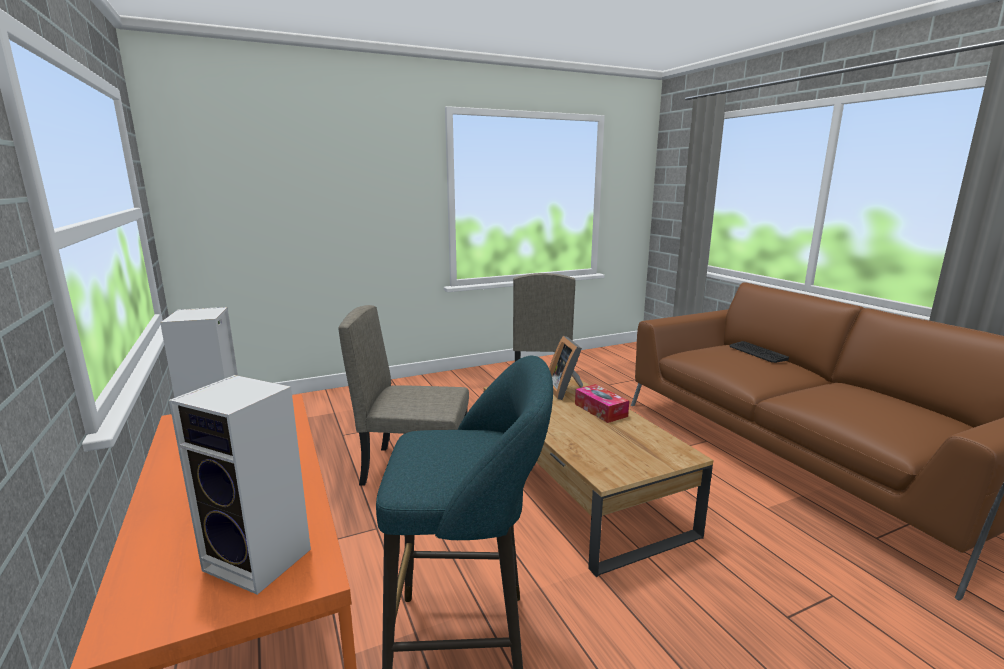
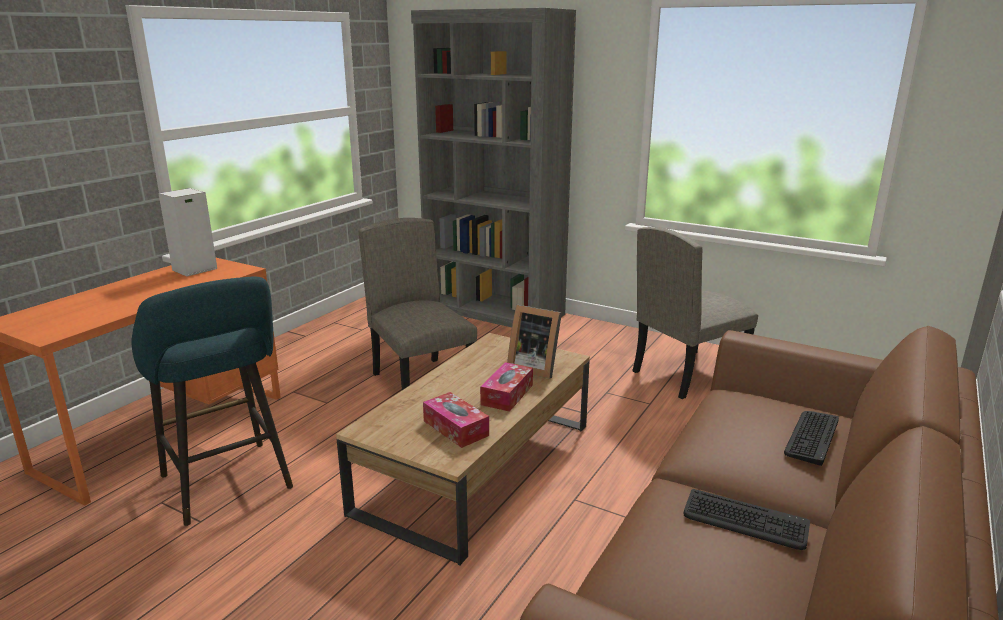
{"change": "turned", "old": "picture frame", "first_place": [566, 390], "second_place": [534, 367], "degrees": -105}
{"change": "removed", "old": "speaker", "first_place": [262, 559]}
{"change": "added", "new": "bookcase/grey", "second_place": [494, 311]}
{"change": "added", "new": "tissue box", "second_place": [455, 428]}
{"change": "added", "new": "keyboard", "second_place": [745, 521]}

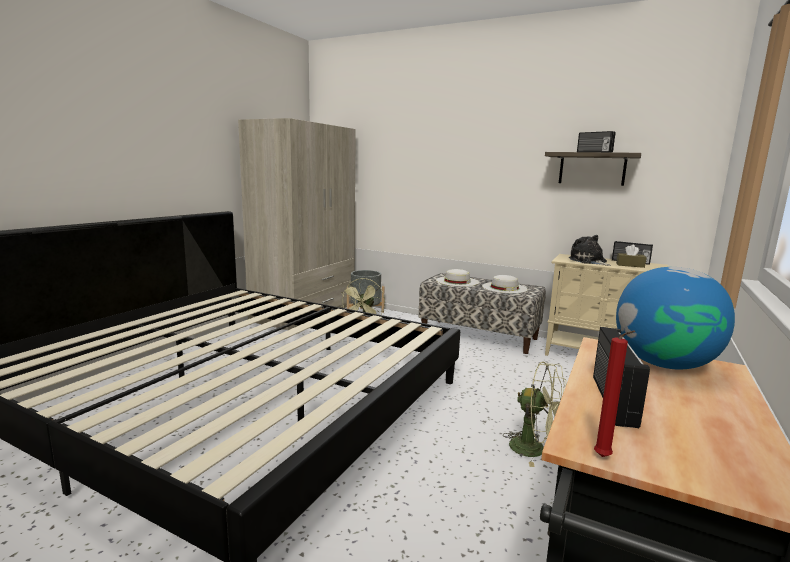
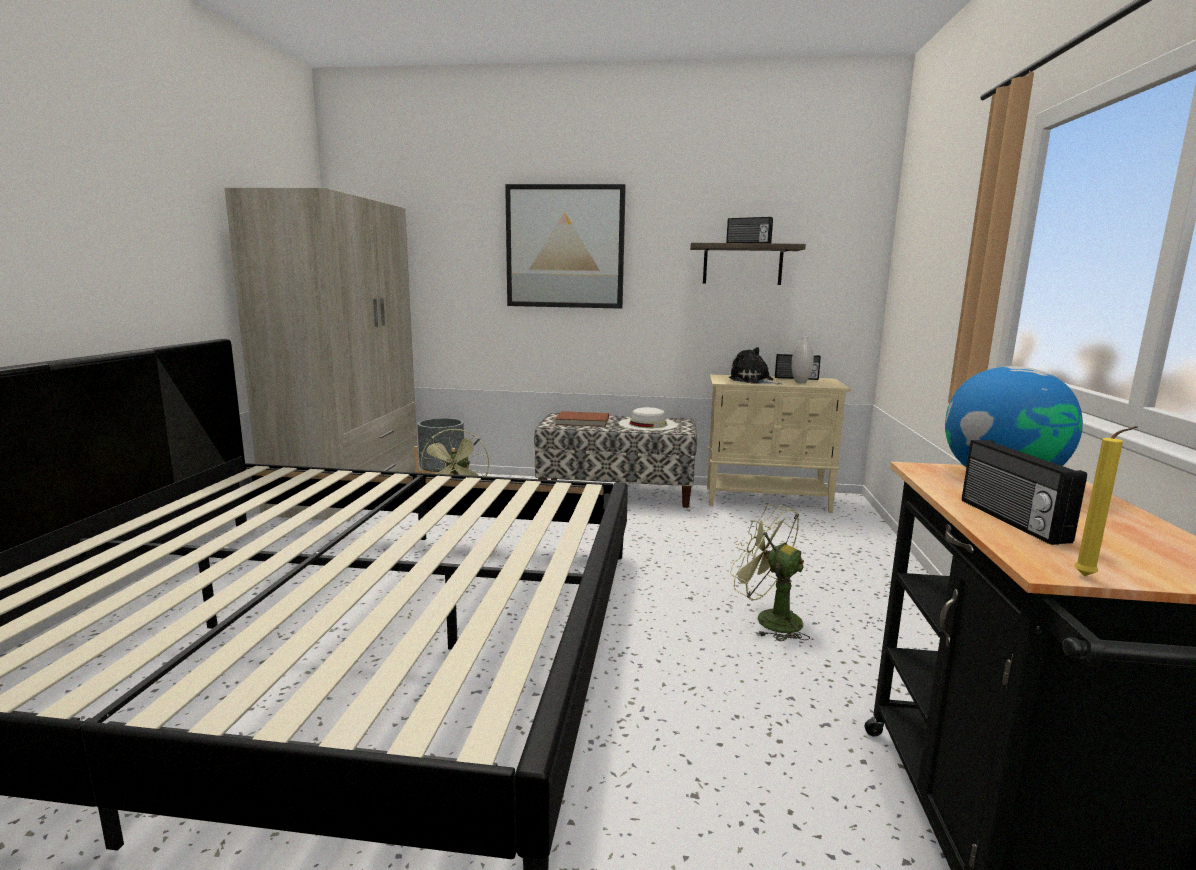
{"change": "replaced", "old": "tissue box/brown", "new": "vase/white", "first_place": [630, 265], "second_place": [800, 382]}
{"change": "replaced", "old": "hat/white", "new": "book/brown", "first_place": [457, 281], "second_place": [582, 421]}
{"change": "recoloured", "old": "candle/red", "new": "candle/yellow", "first_place": [604, 458], "second_place": [1088, 577]}
{"change": "turned", "old": "fan/green", "first_place": [535, 449], "second_place": [768, 619], "degrees": -150}
{"change": "added", "new": "picture", "second_place": [565, 247]}

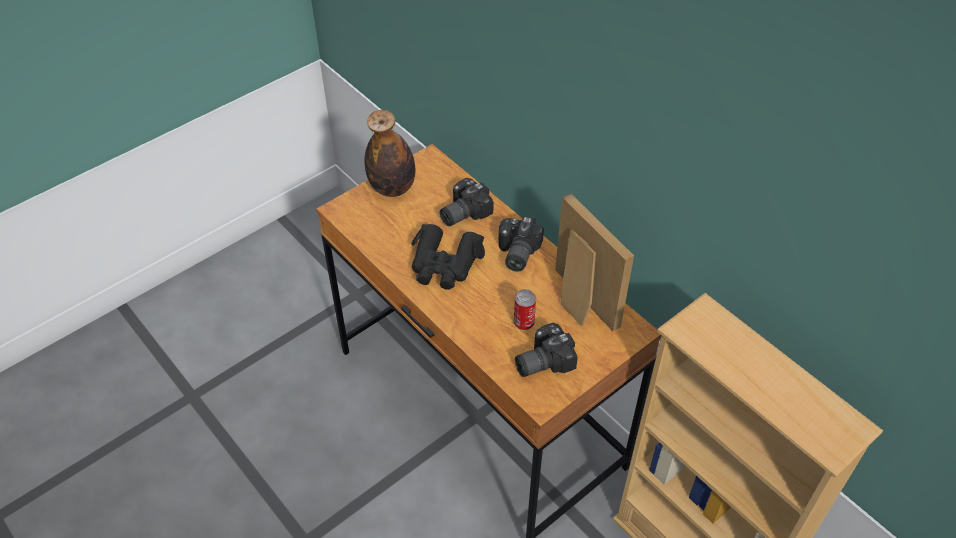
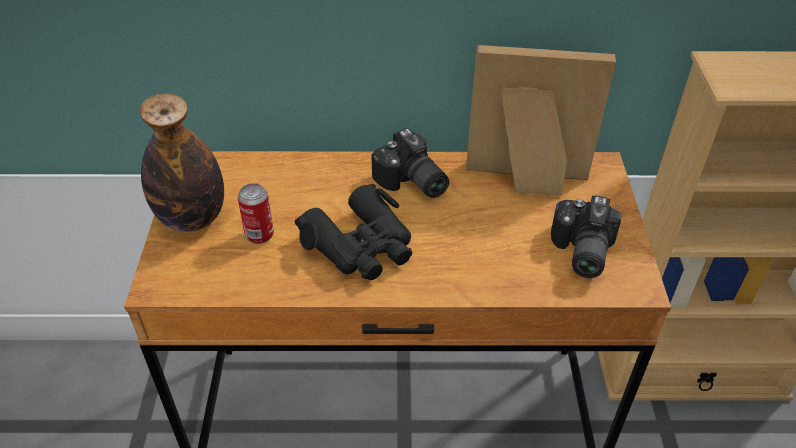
{"change": "removed", "old": "photo camera", "first_place": [462, 212]}
{"change": "moved", "old": "can", "first_place": [523, 323], "second_place": [259, 235]}

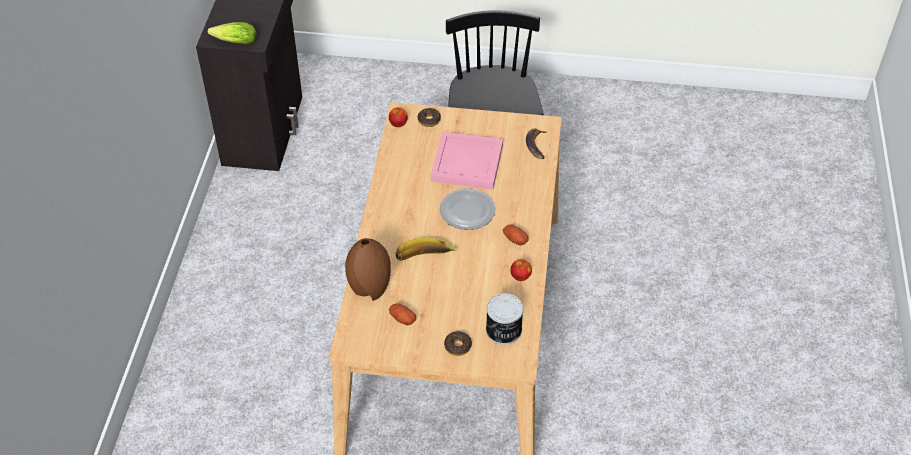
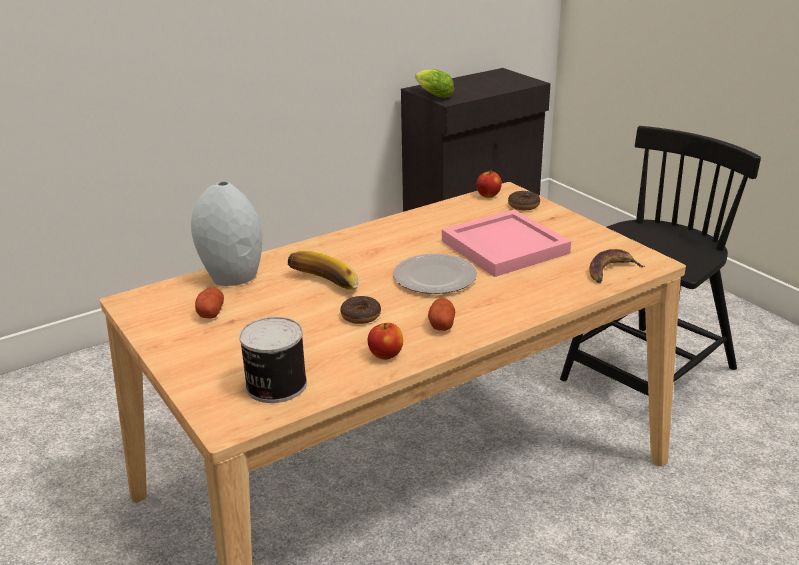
{"change": "recoloured", "old": "vase/brown", "new": "vase/grey", "first_place": [370, 288], "second_place": [233, 276]}
{"change": "moved", "old": "donut", "first_place": [457, 346], "second_place": [361, 315]}

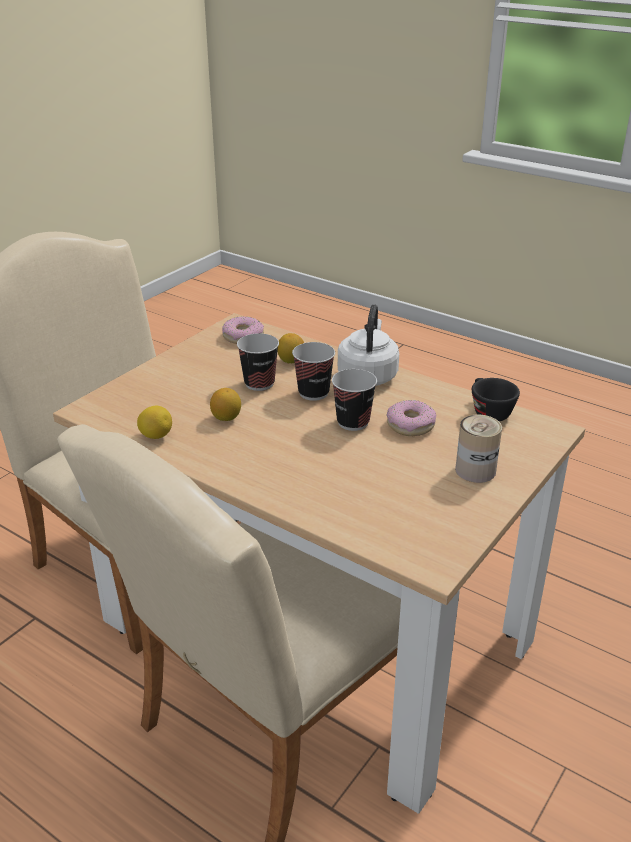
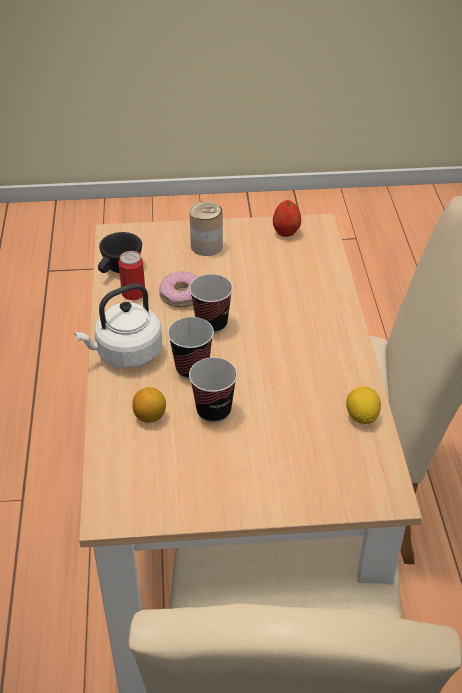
{"change": "removed", "old": "donut", "first_place": [243, 336]}
{"change": "removed", "old": "lemon", "first_place": [226, 418]}
{"change": "added", "new": "apple", "second_place": [286, 232]}
{"change": "added", "new": "can", "second_place": [133, 293]}

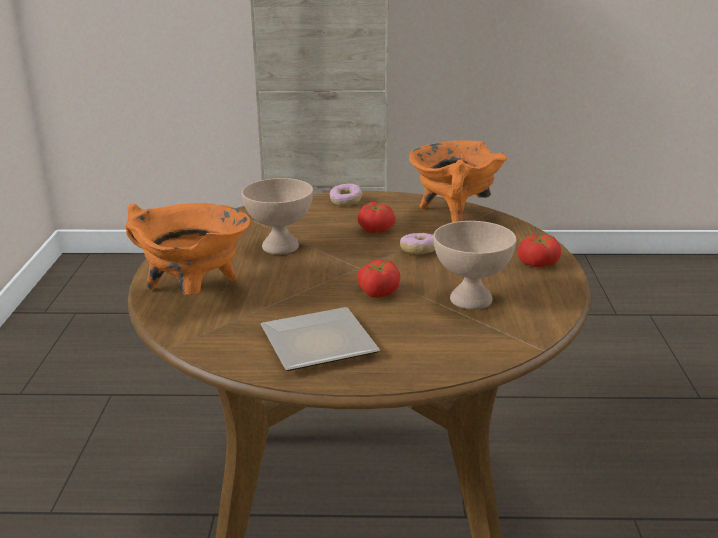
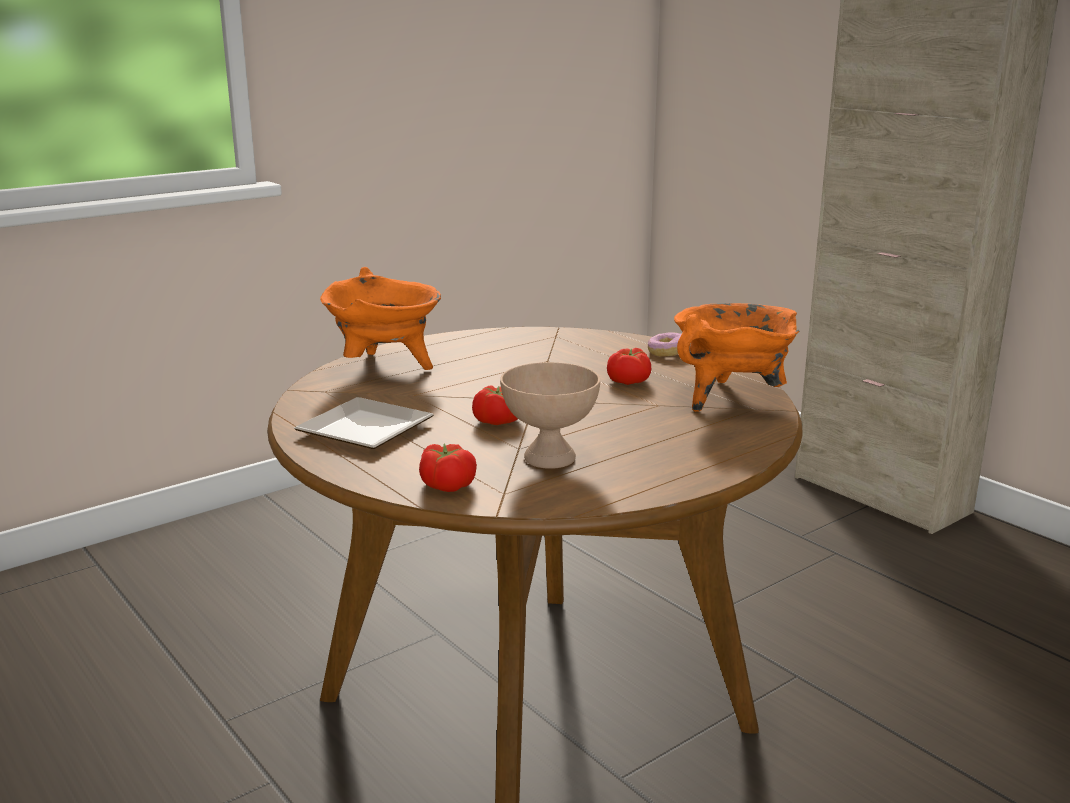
{"change": "removed", "old": "bowl/beige", "first_place": [279, 246]}
{"change": "removed", "old": "donut", "first_place": [419, 251]}
{"change": "moved", "old": "tomato", "first_place": [537, 263], "second_place": [448, 485]}

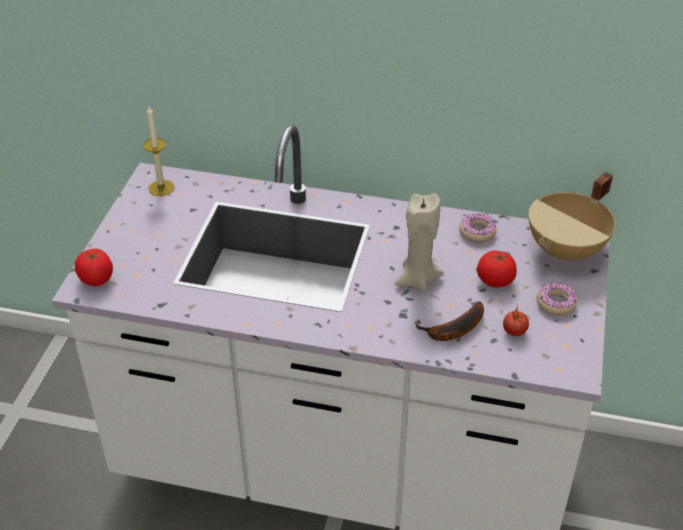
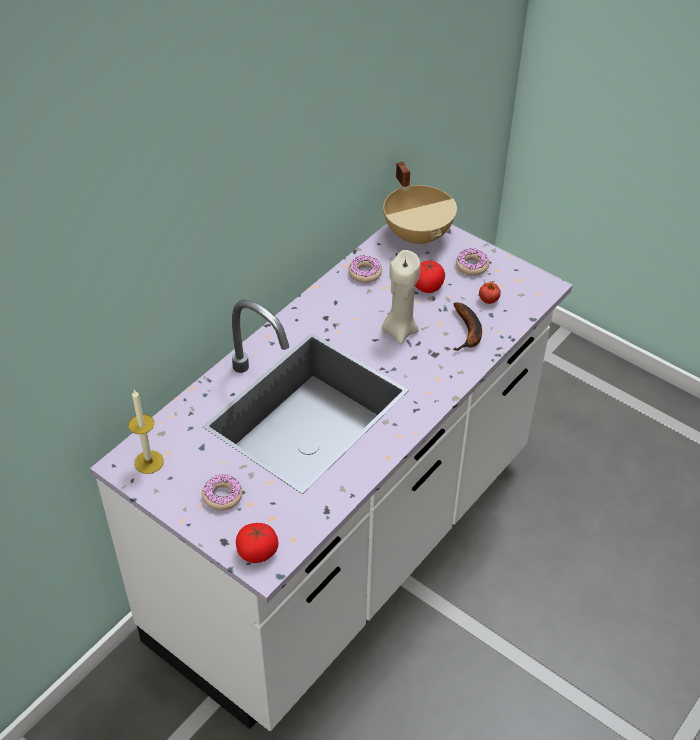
{"change": "added", "new": "donut", "second_place": [222, 496]}

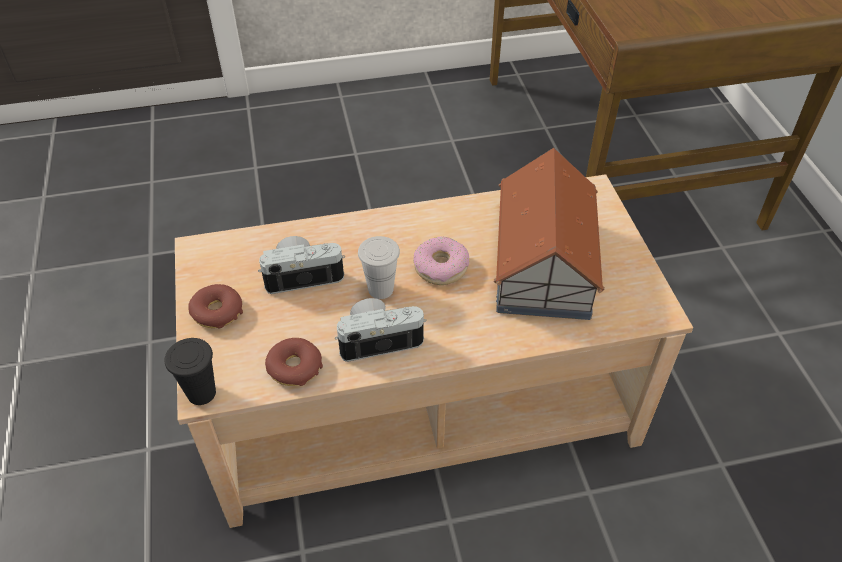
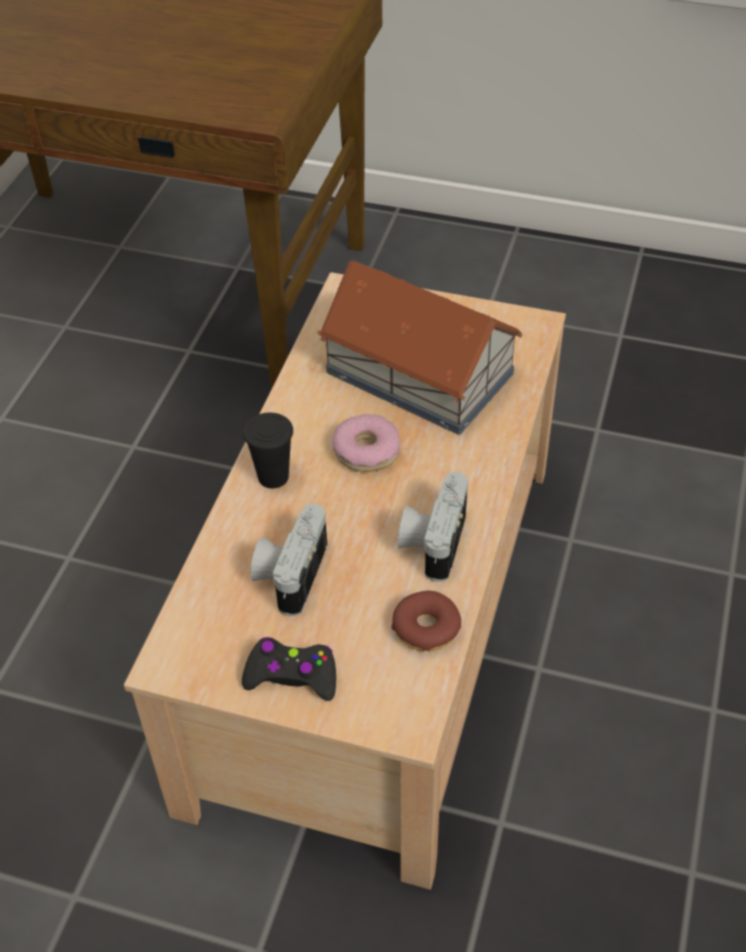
{"change": "removed", "old": "cup/white", "first_place": [380, 289]}
{"change": "replaced", "old": "donut", "new": "game controller/black", "first_place": [217, 312], "second_place": [292, 675]}
{"change": "moved", "old": "cup/black", "first_place": [201, 393], "second_place": [273, 477]}

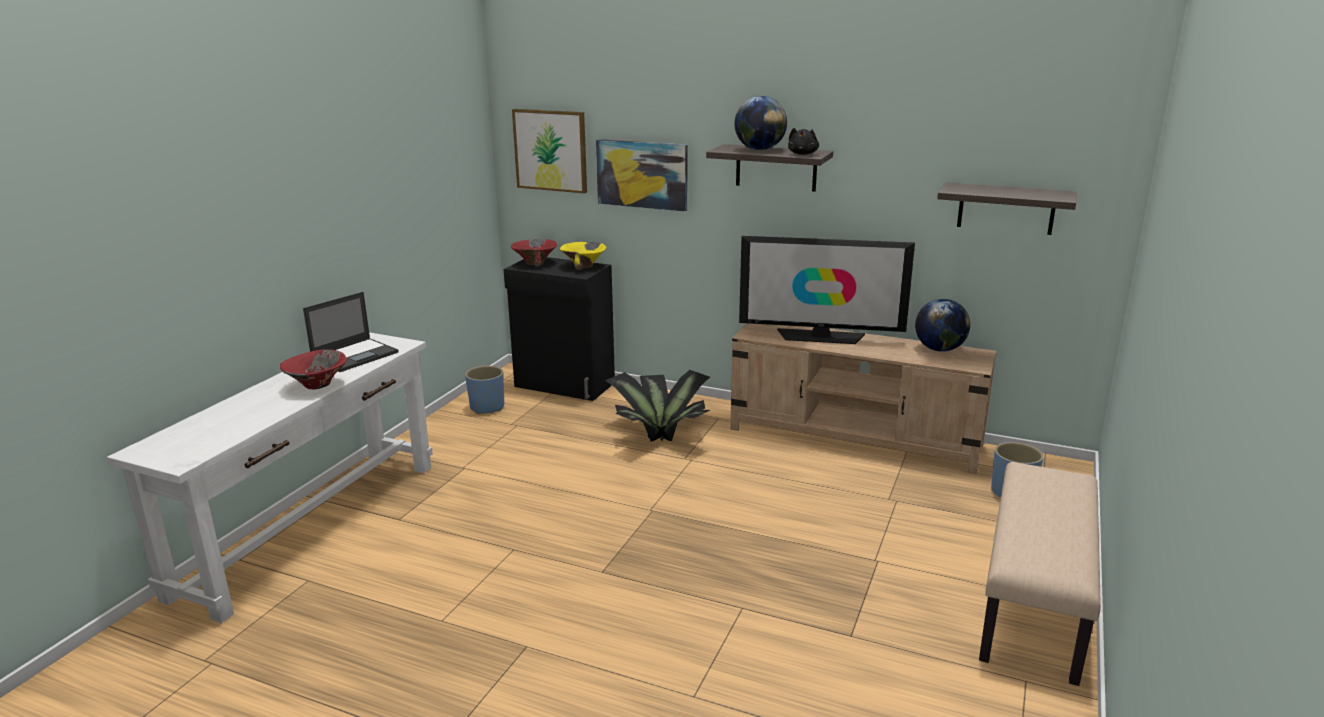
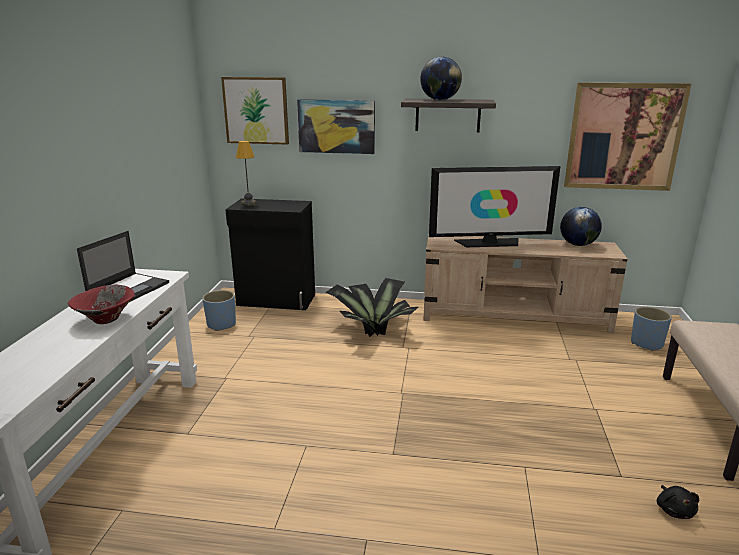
{"change": "moved", "old": "plush toy/black", "first_place": [803, 154], "second_place": [674, 510]}
{"change": "replaced", "old": "shelf", "new": "picture", "first_place": [1006, 208], "second_place": [623, 137]}
{"change": "replaced", "old": "bowl/red", "new": "table lamp", "first_place": [535, 263], "second_place": [249, 203]}
{"change": "removed", "old": "bowl/yellow", "first_place": [584, 266]}

